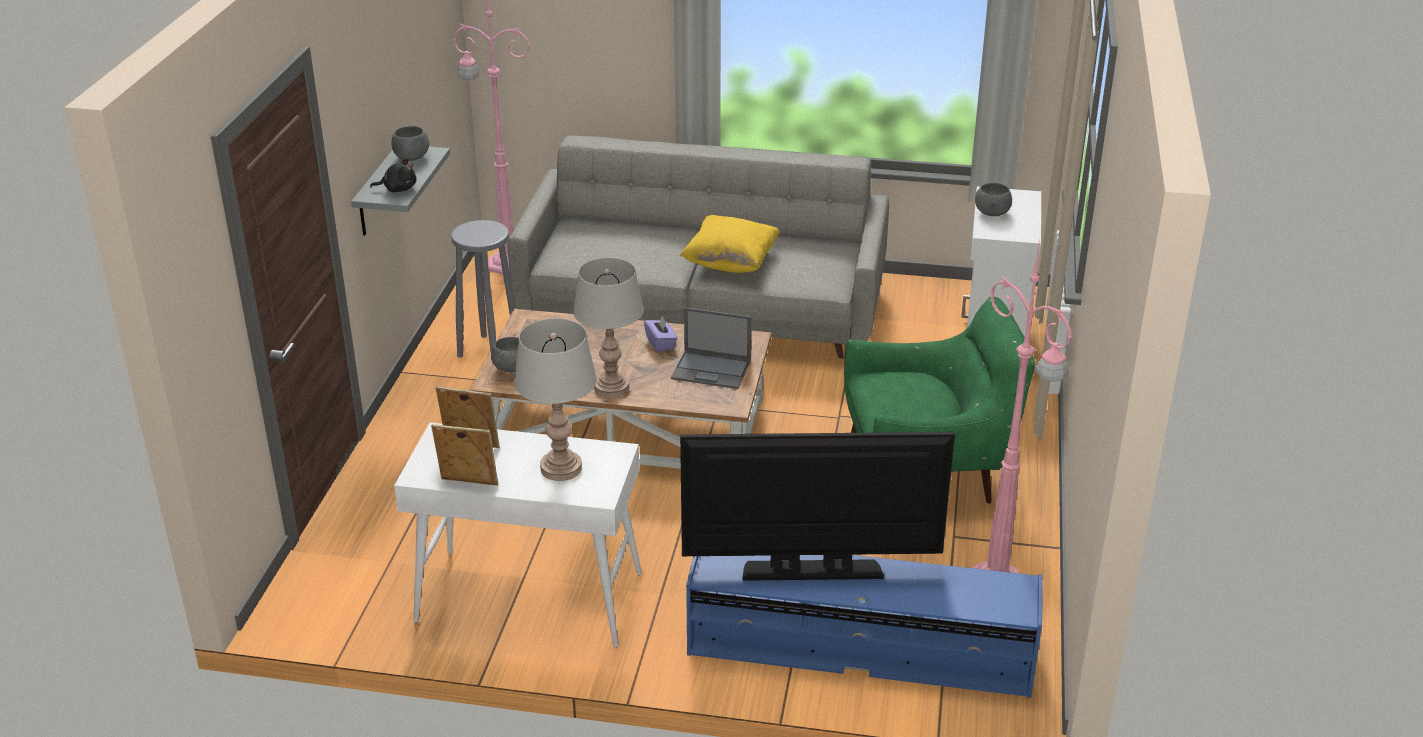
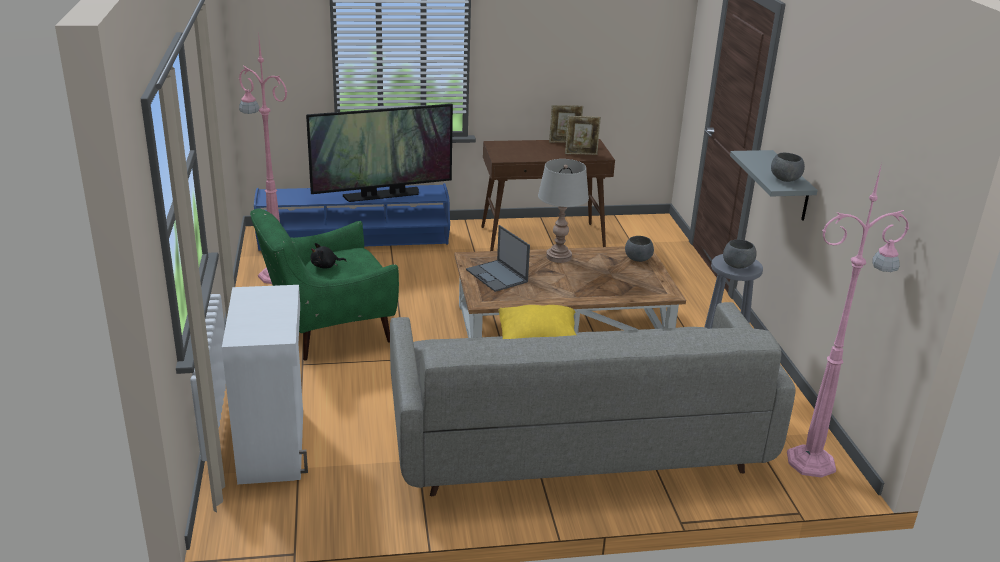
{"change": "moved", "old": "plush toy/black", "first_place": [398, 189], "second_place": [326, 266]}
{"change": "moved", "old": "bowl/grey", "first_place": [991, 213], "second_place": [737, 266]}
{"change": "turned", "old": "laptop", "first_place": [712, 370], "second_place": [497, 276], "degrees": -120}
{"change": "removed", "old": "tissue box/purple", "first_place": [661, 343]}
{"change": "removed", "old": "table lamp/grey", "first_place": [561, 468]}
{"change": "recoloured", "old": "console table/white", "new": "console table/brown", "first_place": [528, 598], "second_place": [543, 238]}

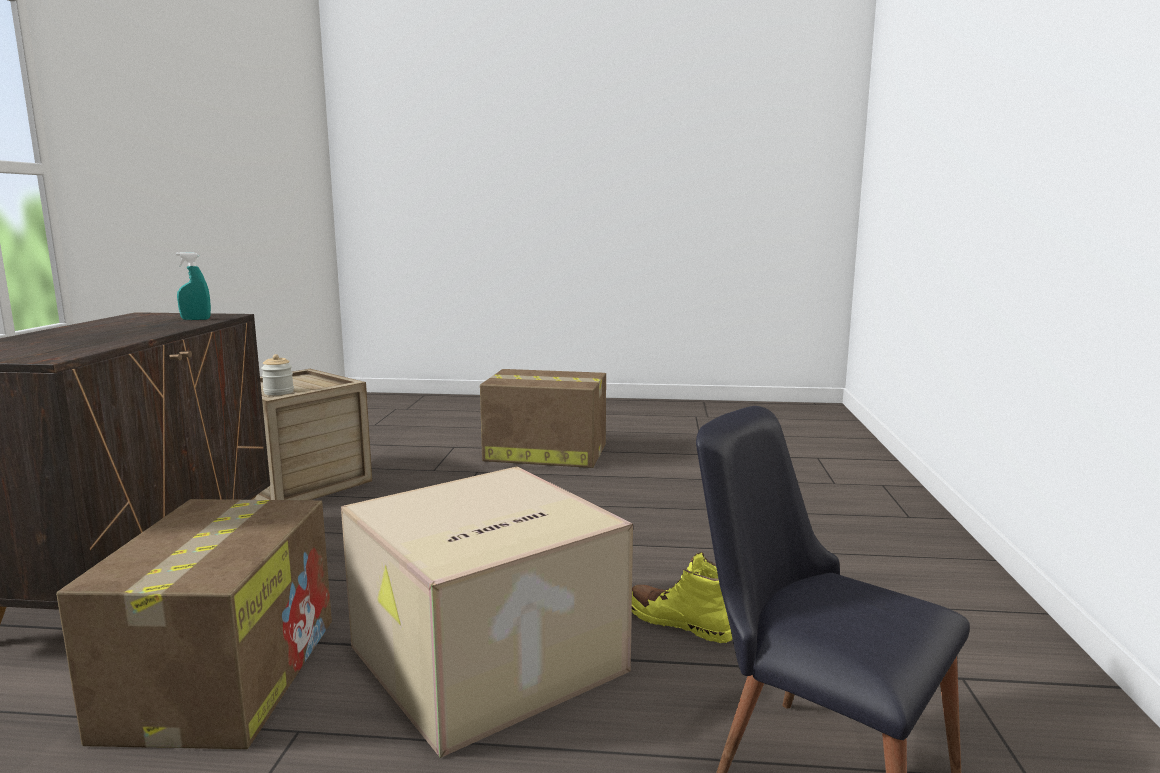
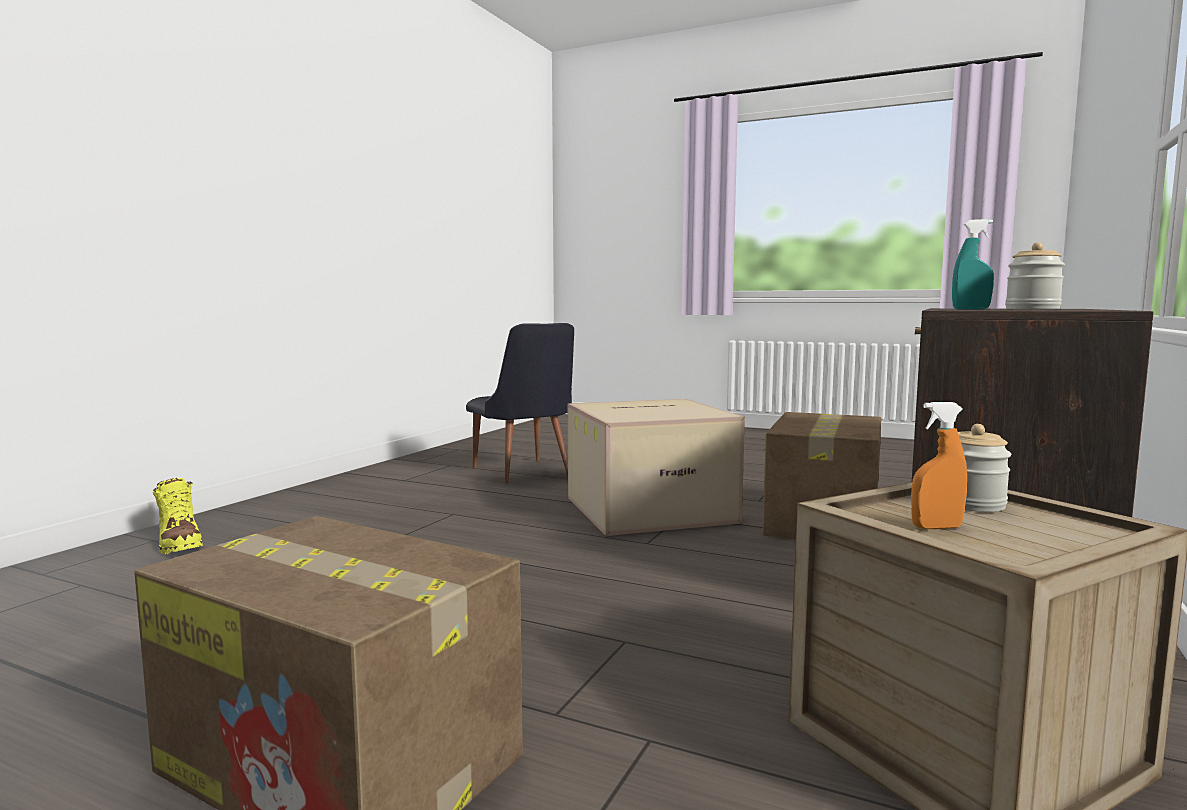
{"change": "moved", "old": "boot/yellow", "first_place": [679, 623], "second_place": [179, 544]}
{"change": "added", "new": "jar", "second_place": [1032, 309]}
{"change": "added", "new": "spray bottle/orange", "second_place": [936, 527]}

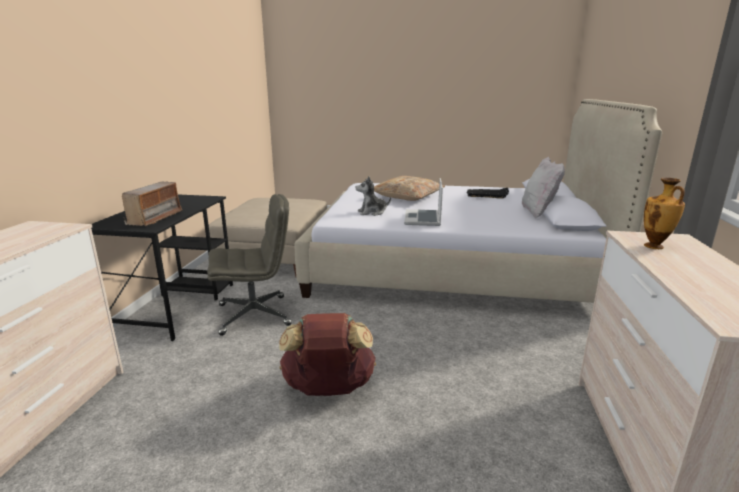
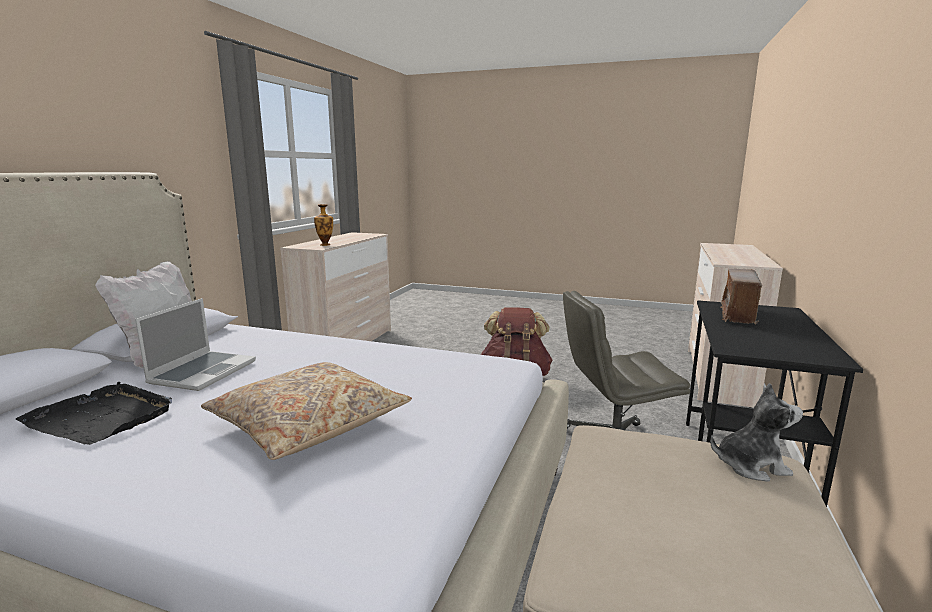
{"change": "moved", "old": "plush toy", "first_place": [372, 212], "second_place": [750, 466]}
{"change": "moved", "old": "laptop", "first_place": [423, 219], "second_place": [203, 372]}

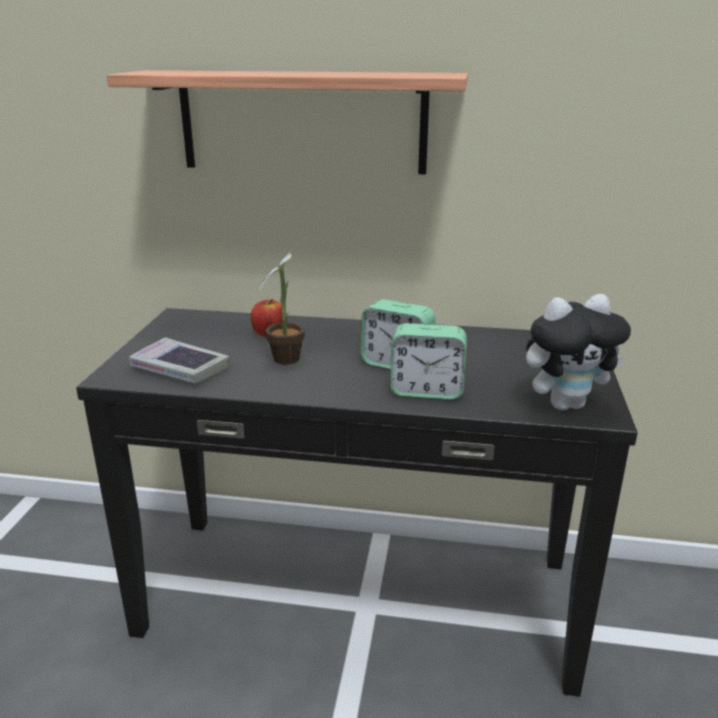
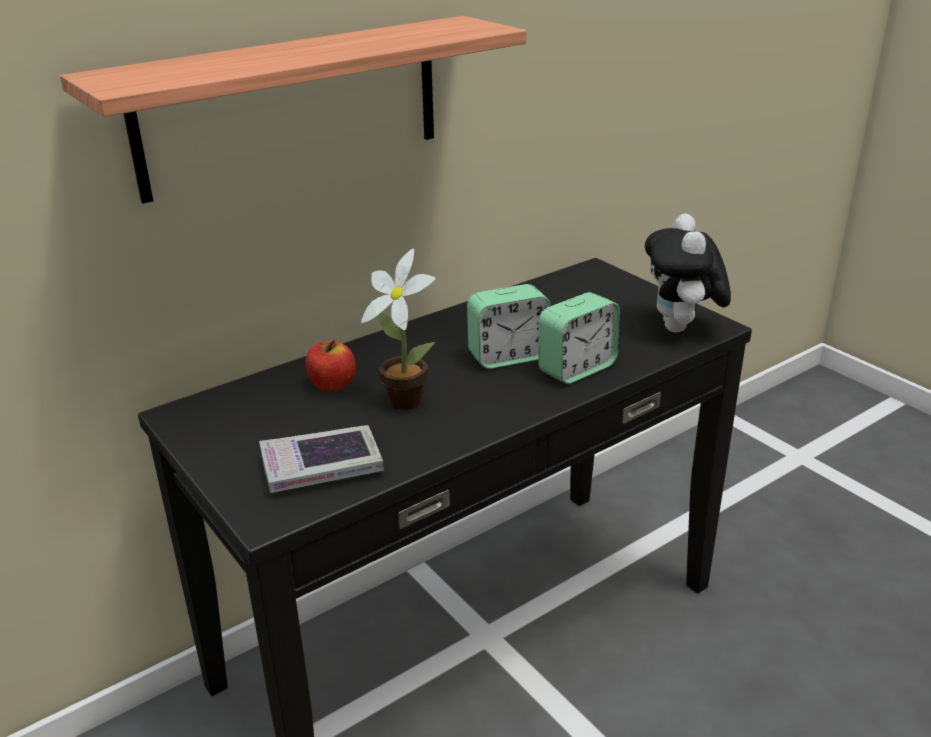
{"change": "turned", "old": "plush toy", "first_place": [566, 404], "second_place": [681, 329], "degrees": 150}

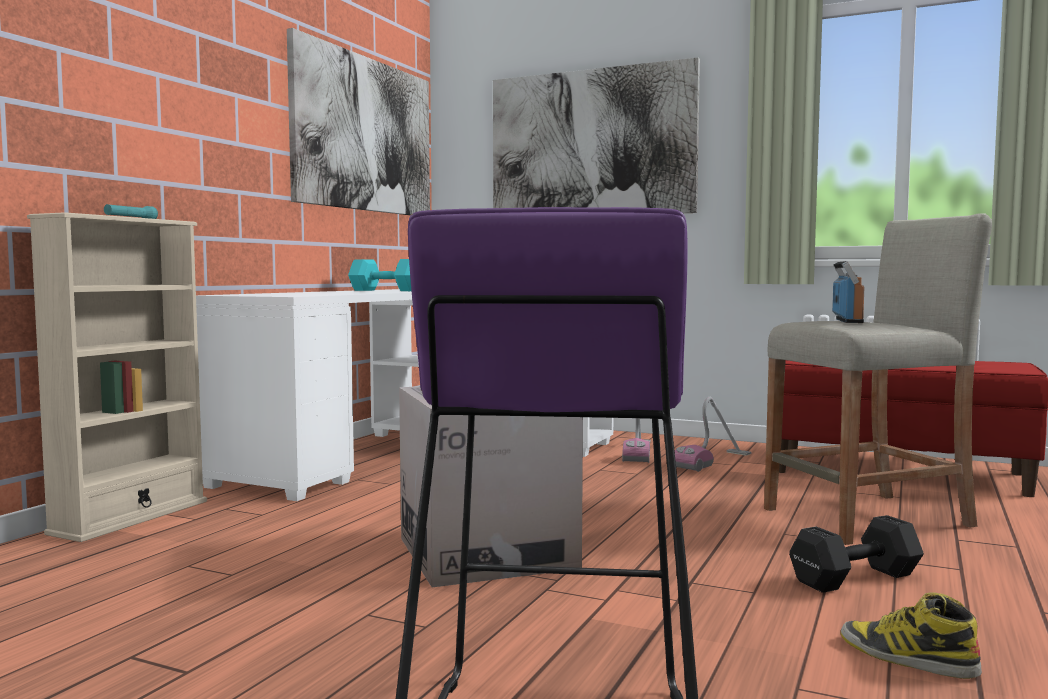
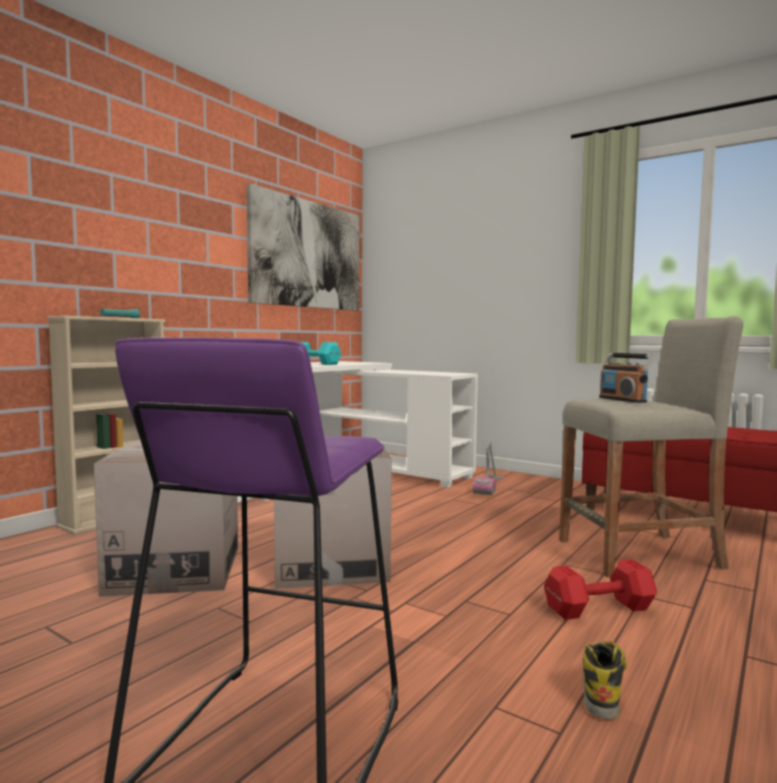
{"change": "removed", "old": "picture", "first_place": [591, 144]}
{"change": "turned", "old": "radio", "first_place": [848, 321], "second_place": [622, 400], "degrees": 135}
{"change": "removed", "old": "vacuum cleaner", "first_place": [713, 461]}
{"change": "recoloured", "old": "dumbbell/black", "new": "dumbbell/red", "first_place": [852, 578], "second_place": [596, 608]}
{"change": "turned", "old": "boot", "first_place": [906, 657], "second_place": [602, 688], "degrees": 60}
{"change": "added", "new": "cardboard box", "second_place": [176, 569]}

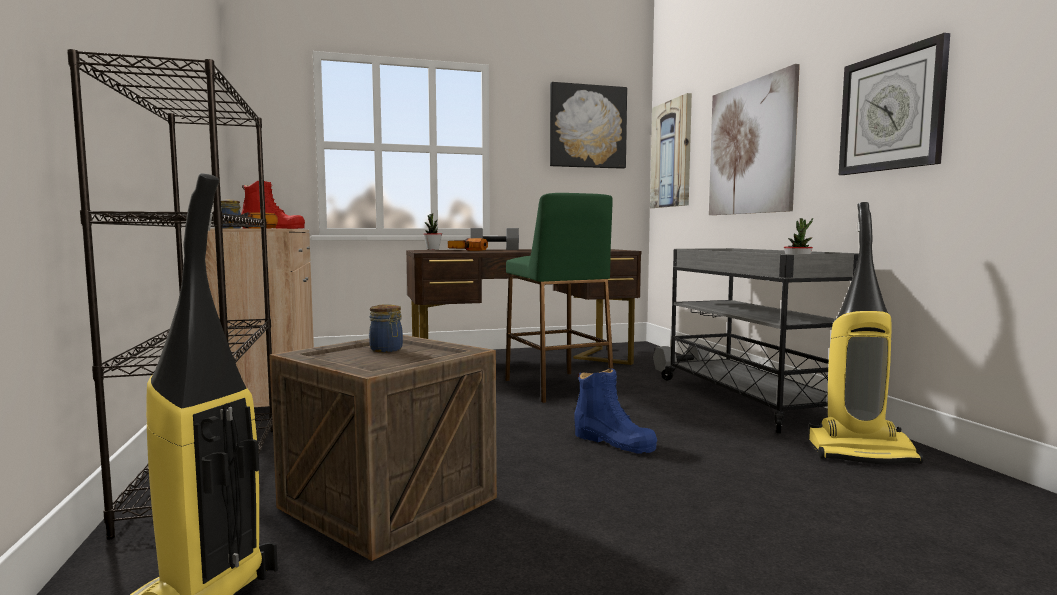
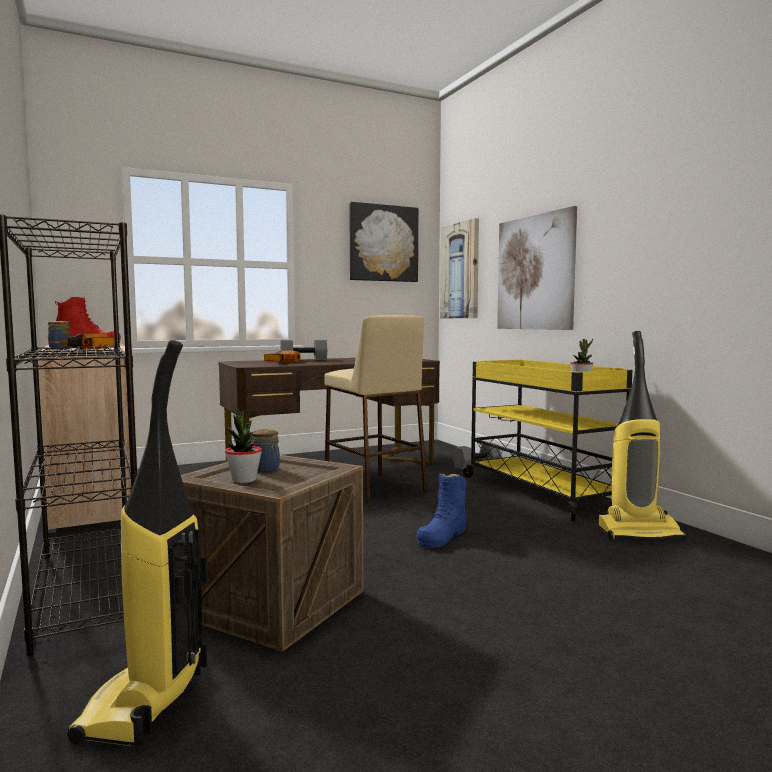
{"change": "removed", "old": "wall clock", "first_place": [891, 111]}
{"change": "recoloured", "old": "stool/green", "new": "stool/beige", "first_place": [557, 387], "second_place": [375, 488]}
{"change": "moved", "old": "potted plant", "first_place": [433, 249], "second_place": [244, 480]}
{"change": "recoloured", "old": "cart/grey", "new": "cart/yellow", "first_place": [747, 398], "second_place": [539, 491]}
{"change": "turned", "old": "boot/blue", "first_place": [614, 442], "second_place": [442, 536], "degrees": 90}

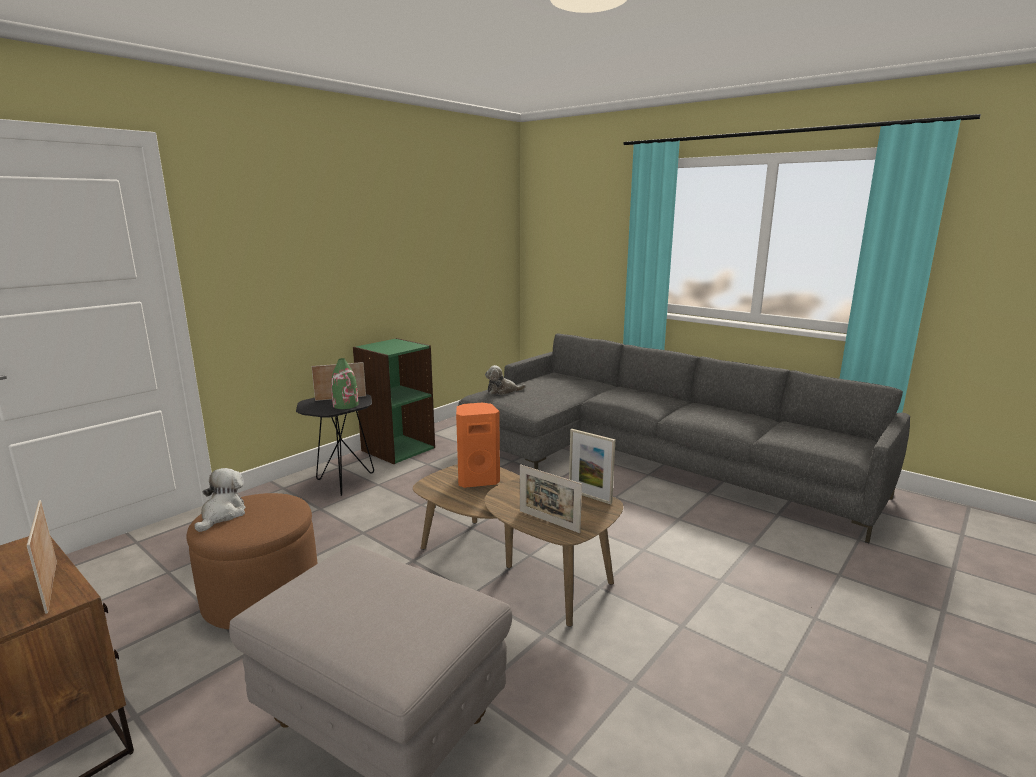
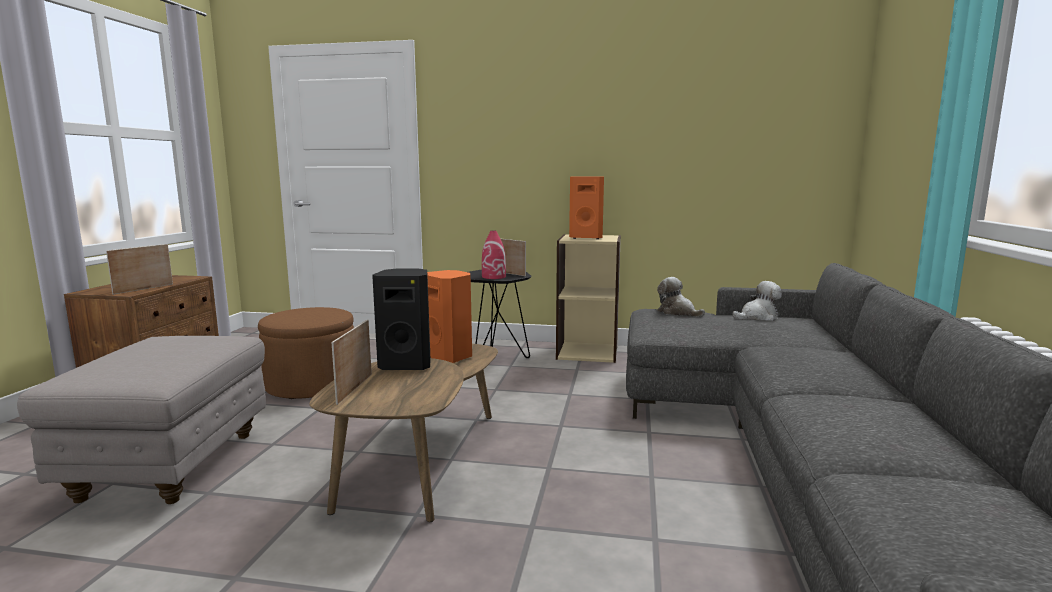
{"change": "recoloured", "old": "bookcase/green", "new": "bookcase/beige", "first_place": [398, 449], "second_place": [587, 352]}
{"change": "recoloured", "old": "vase/green", "new": "vase/red", "first_place": [346, 405], "second_place": [494, 277]}
{"change": "removed", "old": "picture frame", "first_place": [589, 497]}
{"change": "moved", "old": "plush toy", "first_place": [222, 515], "second_place": [758, 317]}
{"change": "added", "new": "speaker/orange", "second_place": [587, 238]}
{"change": "added", "new": "speaker/black", "second_place": [407, 365]}

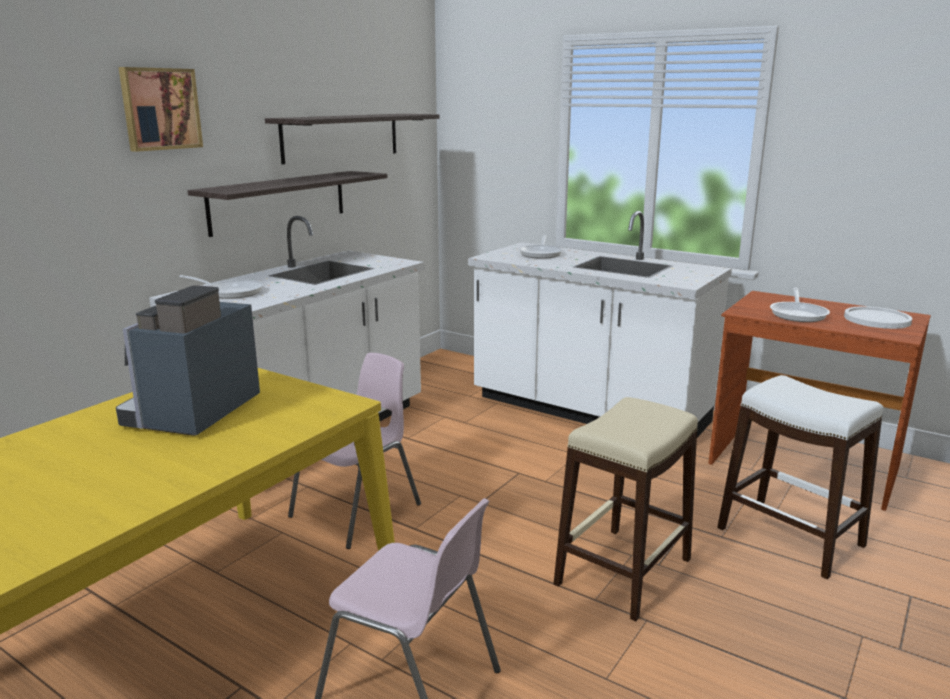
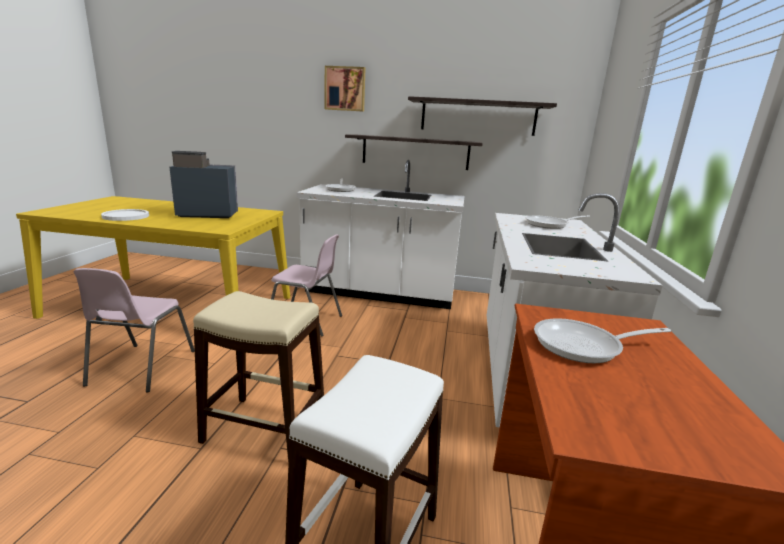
{"change": "moved", "old": "plate/white", "first_place": [877, 319], "second_place": [126, 216]}

